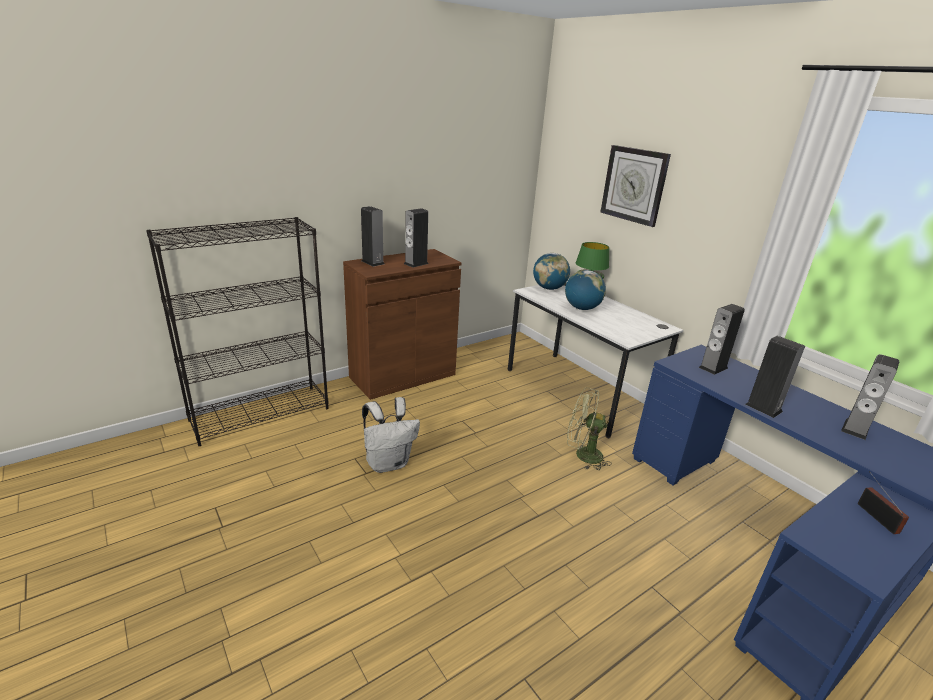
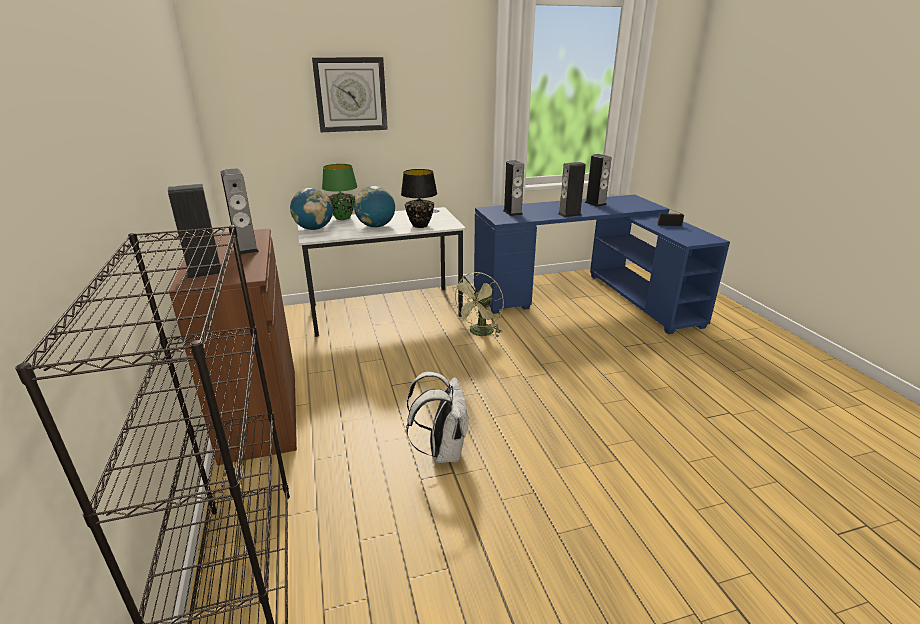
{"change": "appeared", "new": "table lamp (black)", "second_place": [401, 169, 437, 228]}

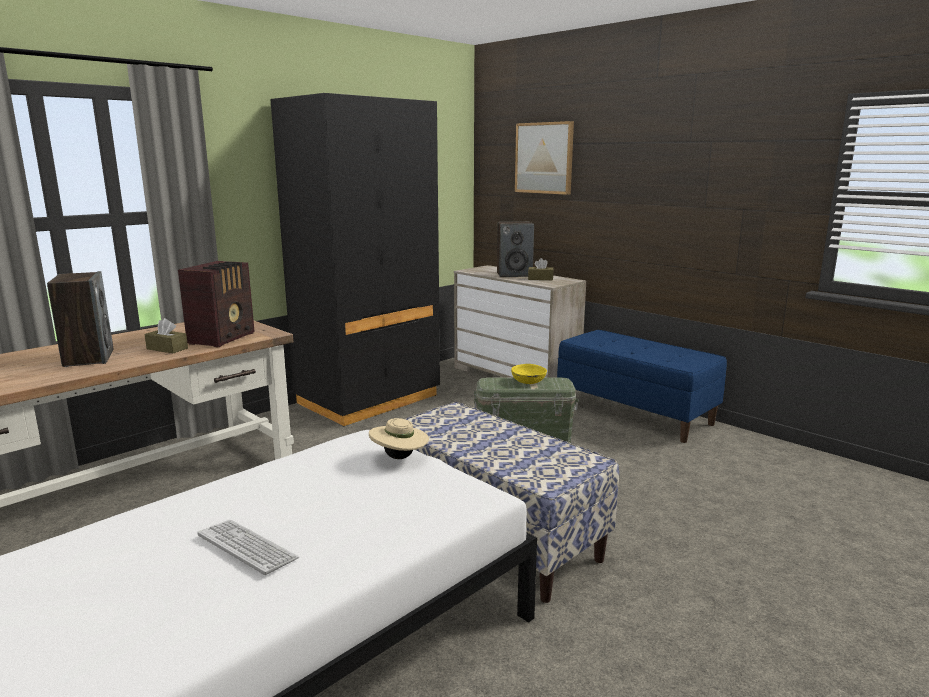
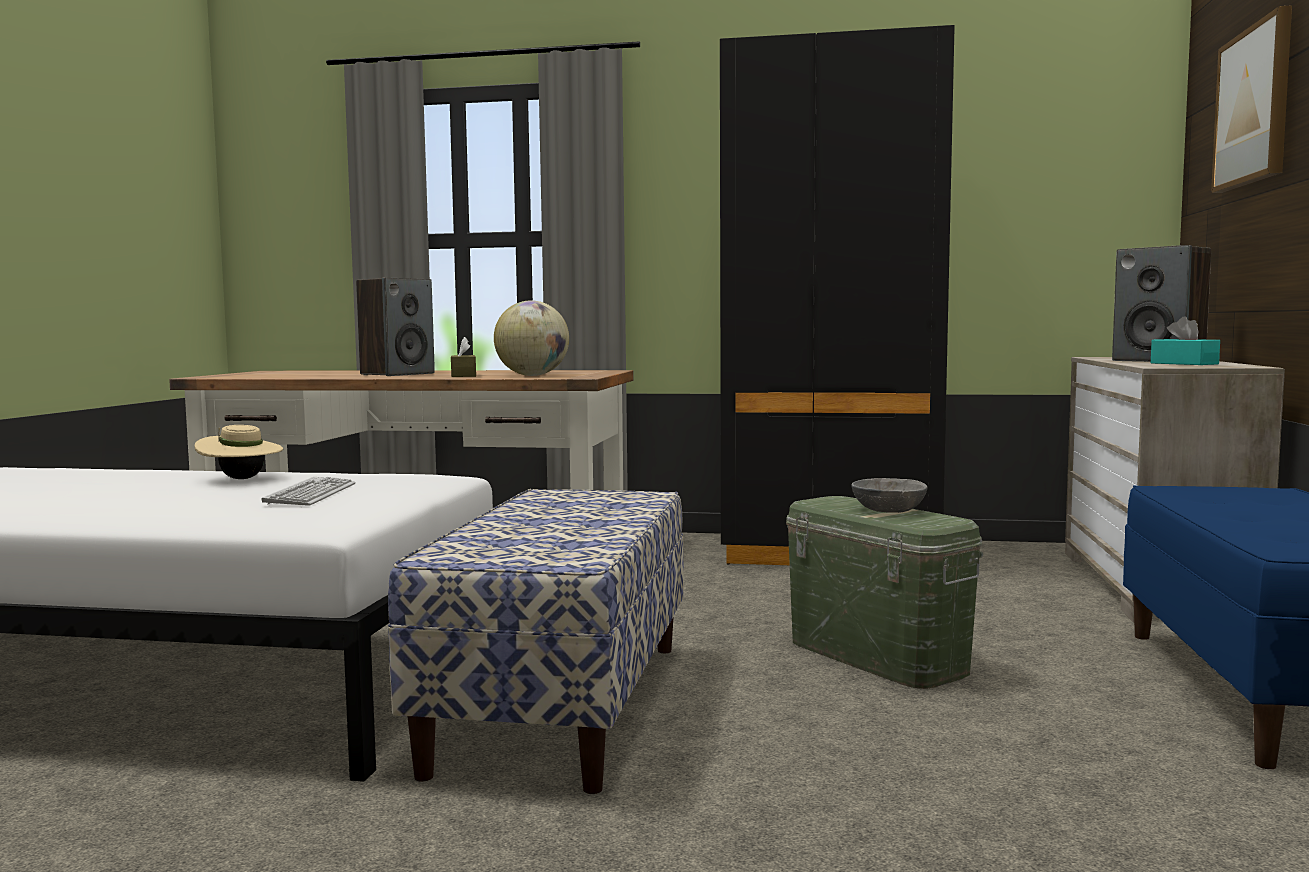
{"change": "relocated", "old": "hat (beige)", "first_place": [369, 418, 429, 459], "second_place": [195, 425, 283, 479]}
{"change": "relocated", "old": "keyboard", "first_place": [198, 520, 299, 575], "second_place": [262, 477, 356, 506]}
{"change": "exchanged", "old": "radio", "new": "globe", "first_place": [178, 261, 255, 347], "second_place": [494, 300, 569, 376]}
{"change": "colour", "old": "bowl (yellow)", "new": "bowl (grey)", "first_place": [511, 364, 547, 384], "second_place": [851, 478, 928, 513]}
{"change": "colour", "old": "tissue box (brown)", "new": "tissue box (turquoise)", "first_place": [528, 258, 554, 280], "second_place": [1151, 316, 1220, 365]}

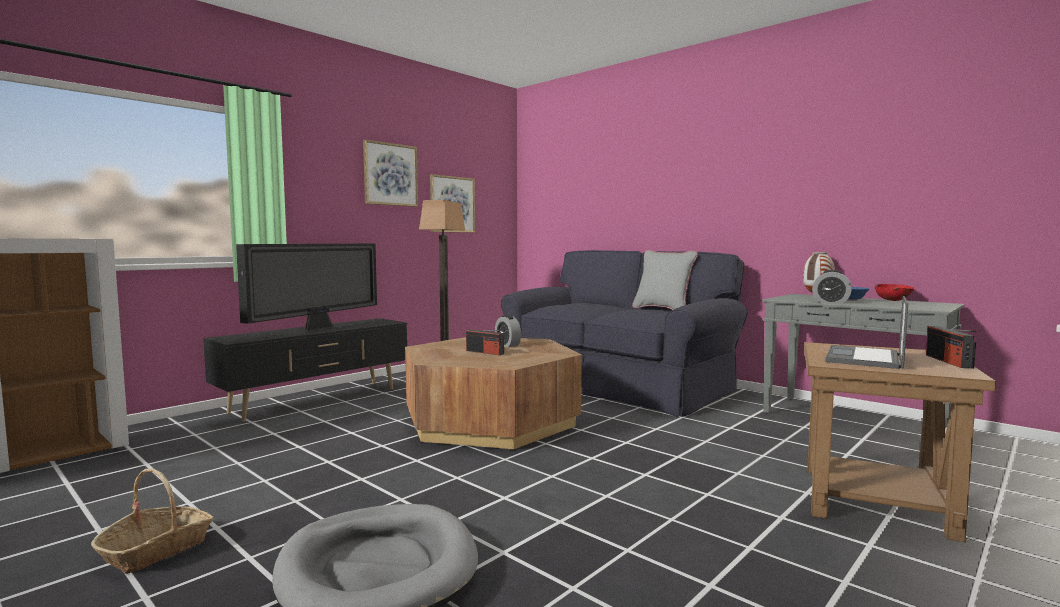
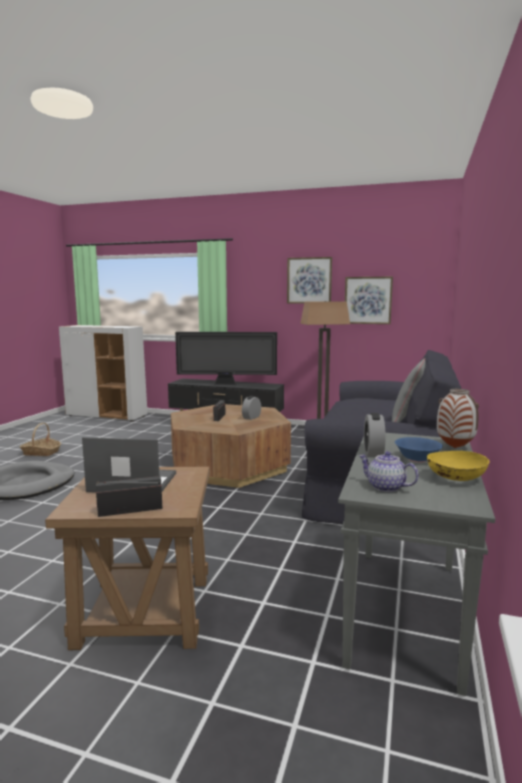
{"change": "appeared", "new": "teapot", "second_place": [358, 451, 419, 492]}
{"change": "colour", "old": "bowl (red)", "new": "bowl (yellow)", "first_place": [875, 284, 915, 301], "second_place": [427, 451, 490, 481]}

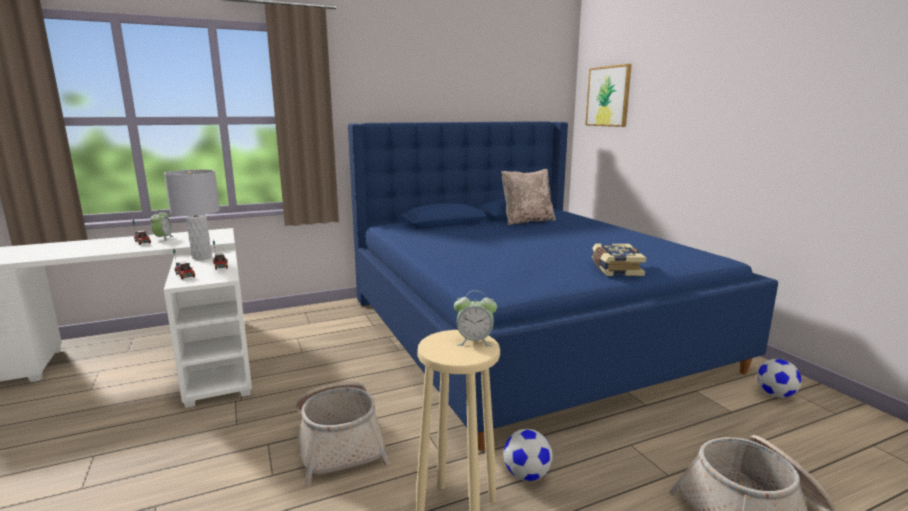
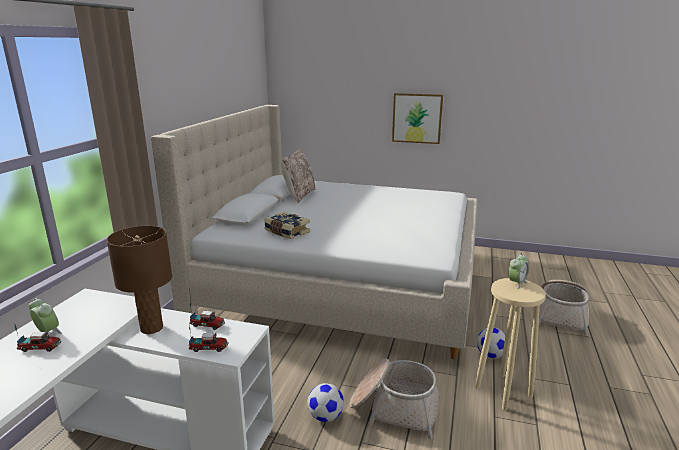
{"change": "colour", "old": "table lamp (grey)", "new": "table lamp (brown)", "first_place": [164, 170, 220, 260], "second_place": [107, 226, 172, 334]}
{"change": "colour", "old": "bed (blue)", "new": "bed (beige)", "first_place": [348, 121, 778, 451], "second_place": [151, 105, 478, 359]}
{"change": "relocated", "old": "book", "first_place": [592, 243, 646, 276], "second_place": [264, 212, 310, 239]}
{"change": "relocated", "old": "football", "first_place": [757, 359, 801, 398], "second_place": [307, 383, 344, 422]}
{"change": "relocated", "old": "picture", "first_place": [585, 64, 631, 127], "second_place": [392, 93, 443, 144]}

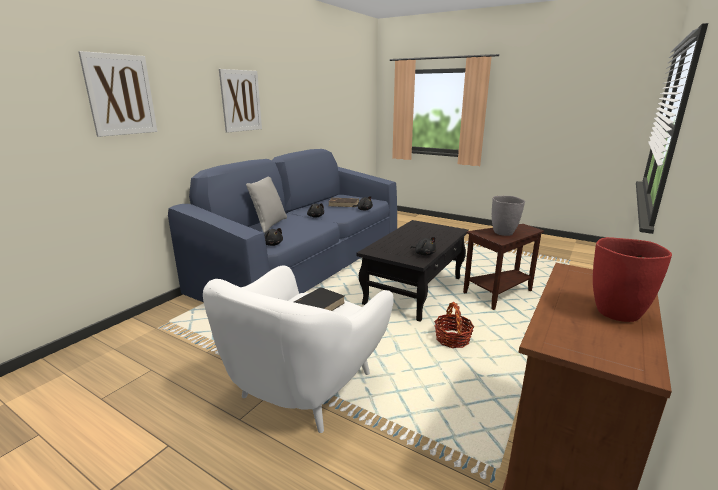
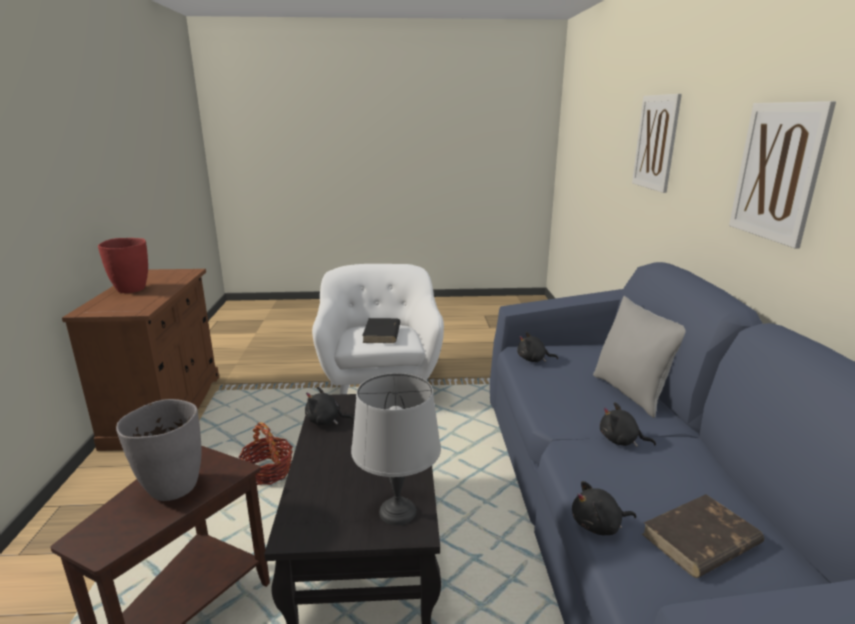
{"change": "appeared", "new": "table lamp (grey)", "second_place": [351, 373, 441, 525]}

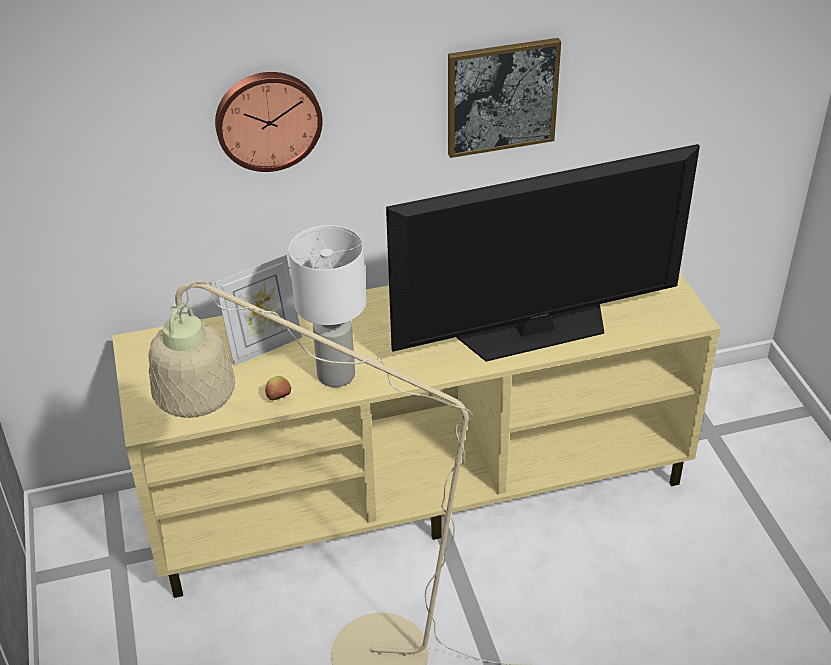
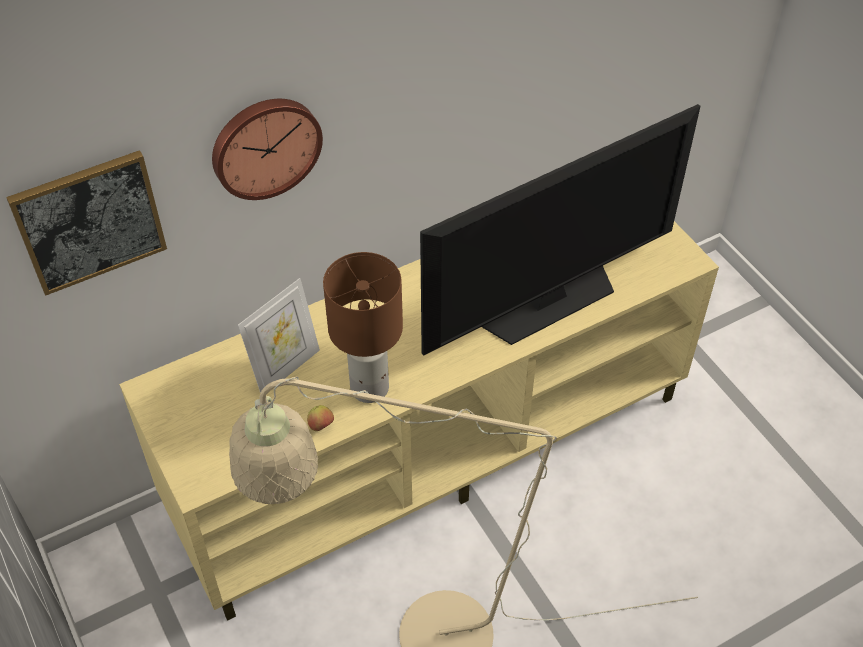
{"change": "relocated", "old": "picture", "first_place": [448, 38, 561, 158], "second_place": [6, 150, 167, 296]}
{"change": "colour", "old": "table lamp (white)", "new": "table lamp (brown)", "first_place": [288, 225, 366, 387], "second_place": [323, 252, 403, 403]}

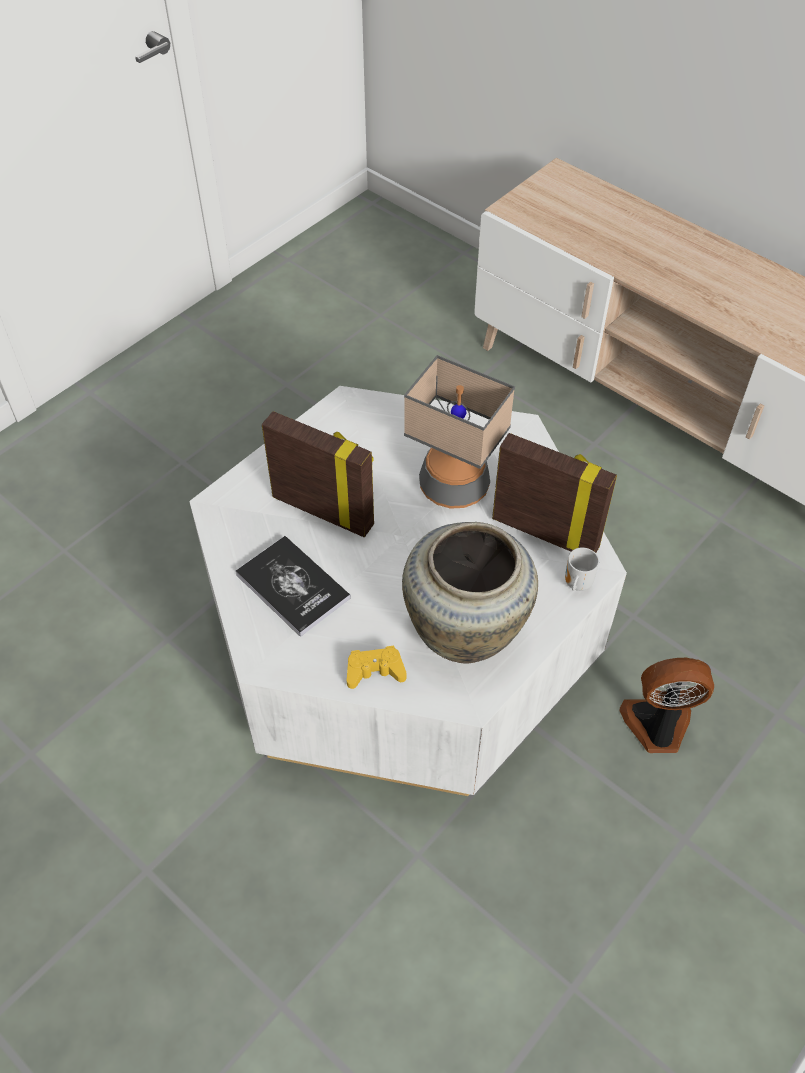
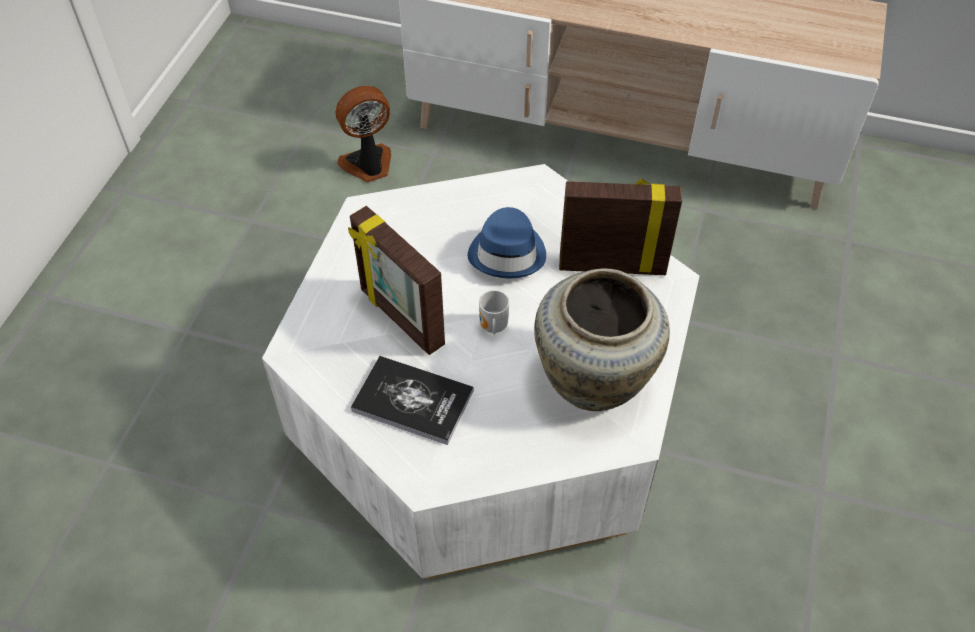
{"change": "relocated", "old": "fan", "first_place": [620, 658, 714, 753], "second_place": [335, 86, 391, 182]}
{"change": "spun", "old": "picture frame", "first_place": [262, 411, 374, 537], "second_place": [348, 206, 445, 355], "degrees": -135}
{"change": "exchanged", "old": "table lamp", "new": "hat (blue)", "first_place": [404, 355, 515, 509], "second_place": [468, 207, 546, 278]}
{"change": "relocated", "old": "mug", "first_place": [565, 547, 599, 591], "second_place": [479, 290, 509, 334]}
{"change": "missing", "old": "game controller (yellow)", "first_place": [347, 646, 407, 689]}

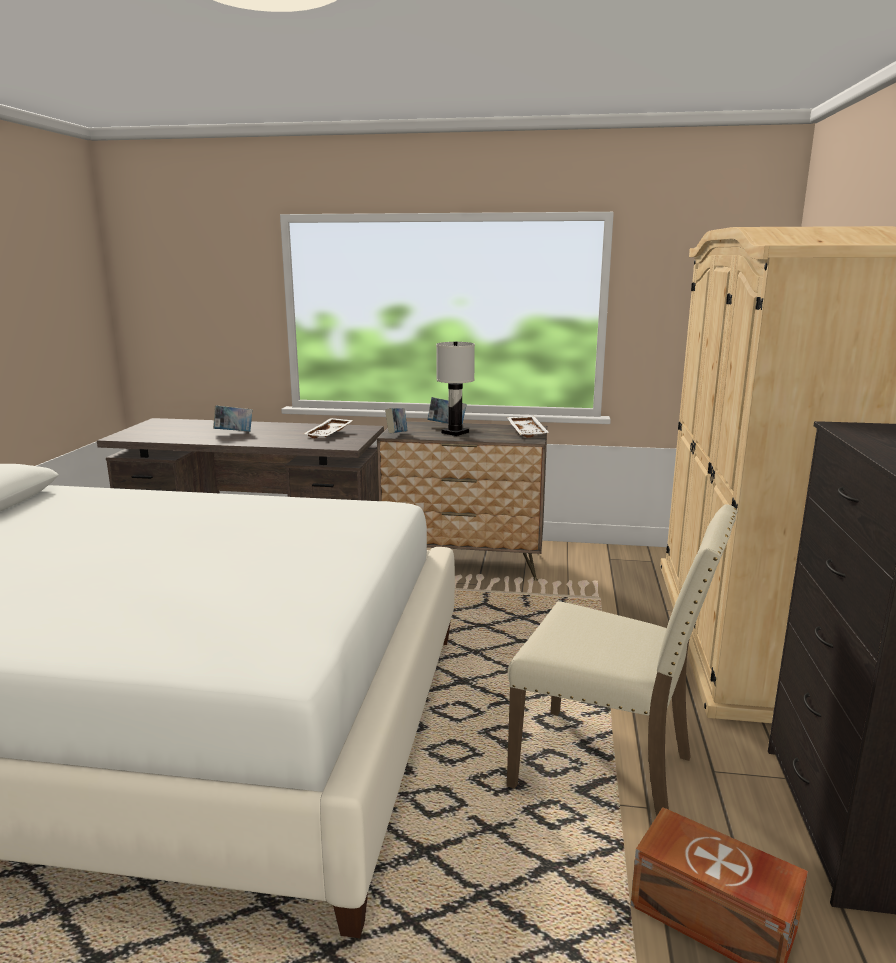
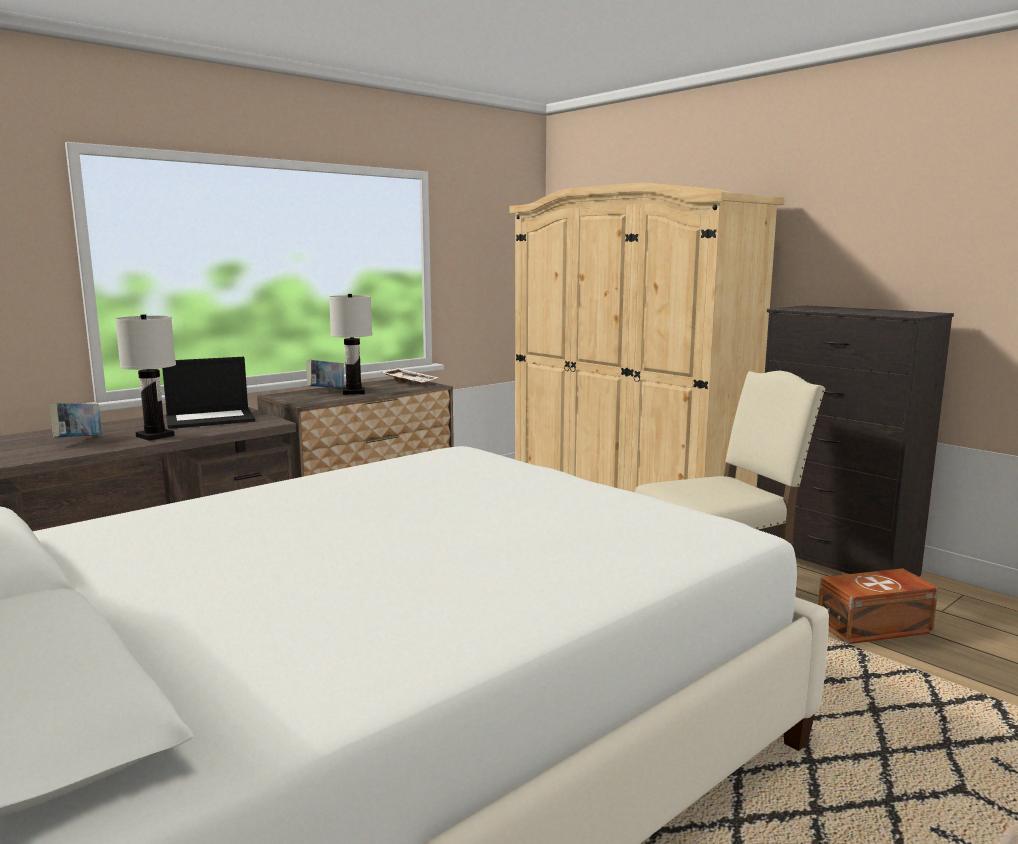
{"change": "appeared", "new": "table lamp (white)", "second_place": [115, 314, 176, 441]}
{"change": "exchanged", "old": "tray (white)", "new": "laptop", "first_place": [304, 418, 353, 438], "second_place": [162, 357, 255, 429]}
{"change": "missing", "old": "book", "first_place": [385, 408, 407, 434]}

